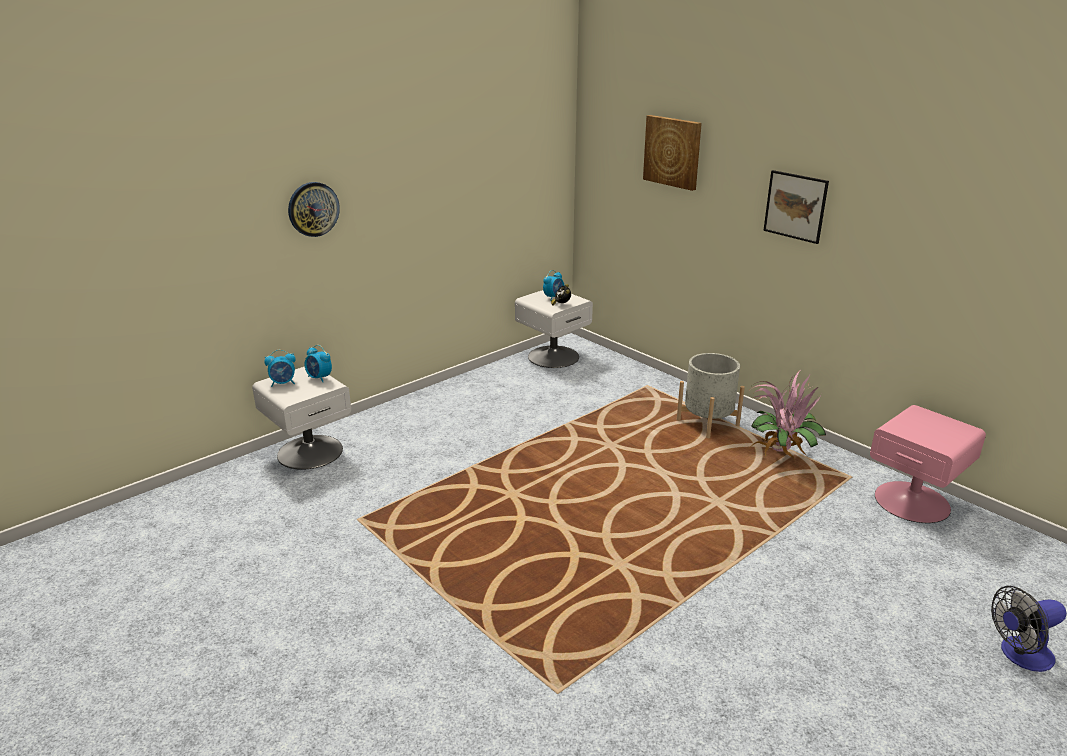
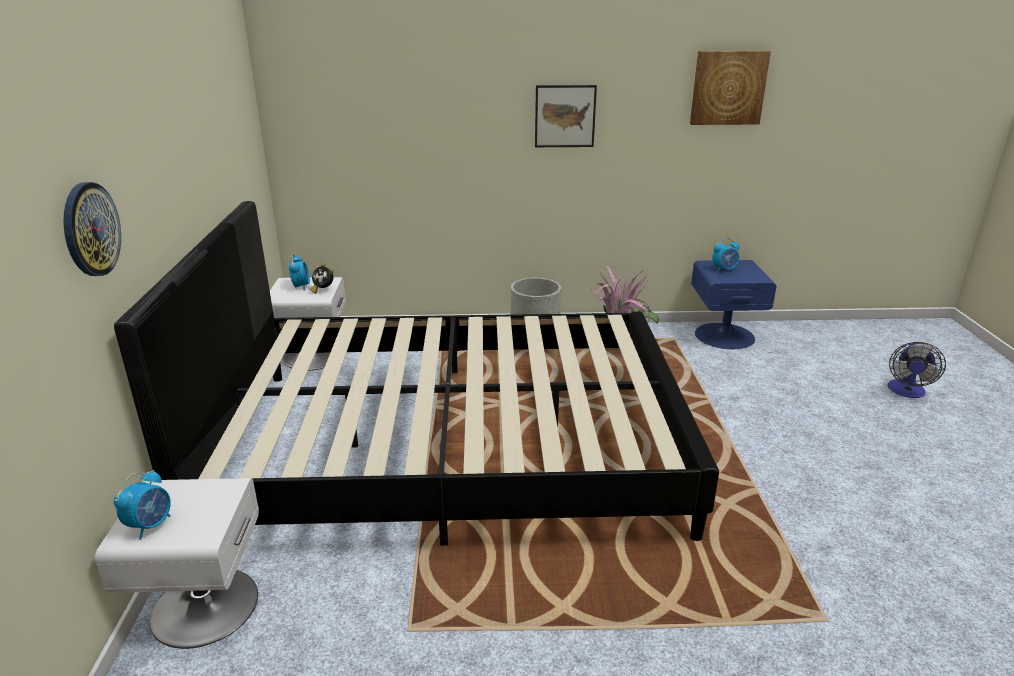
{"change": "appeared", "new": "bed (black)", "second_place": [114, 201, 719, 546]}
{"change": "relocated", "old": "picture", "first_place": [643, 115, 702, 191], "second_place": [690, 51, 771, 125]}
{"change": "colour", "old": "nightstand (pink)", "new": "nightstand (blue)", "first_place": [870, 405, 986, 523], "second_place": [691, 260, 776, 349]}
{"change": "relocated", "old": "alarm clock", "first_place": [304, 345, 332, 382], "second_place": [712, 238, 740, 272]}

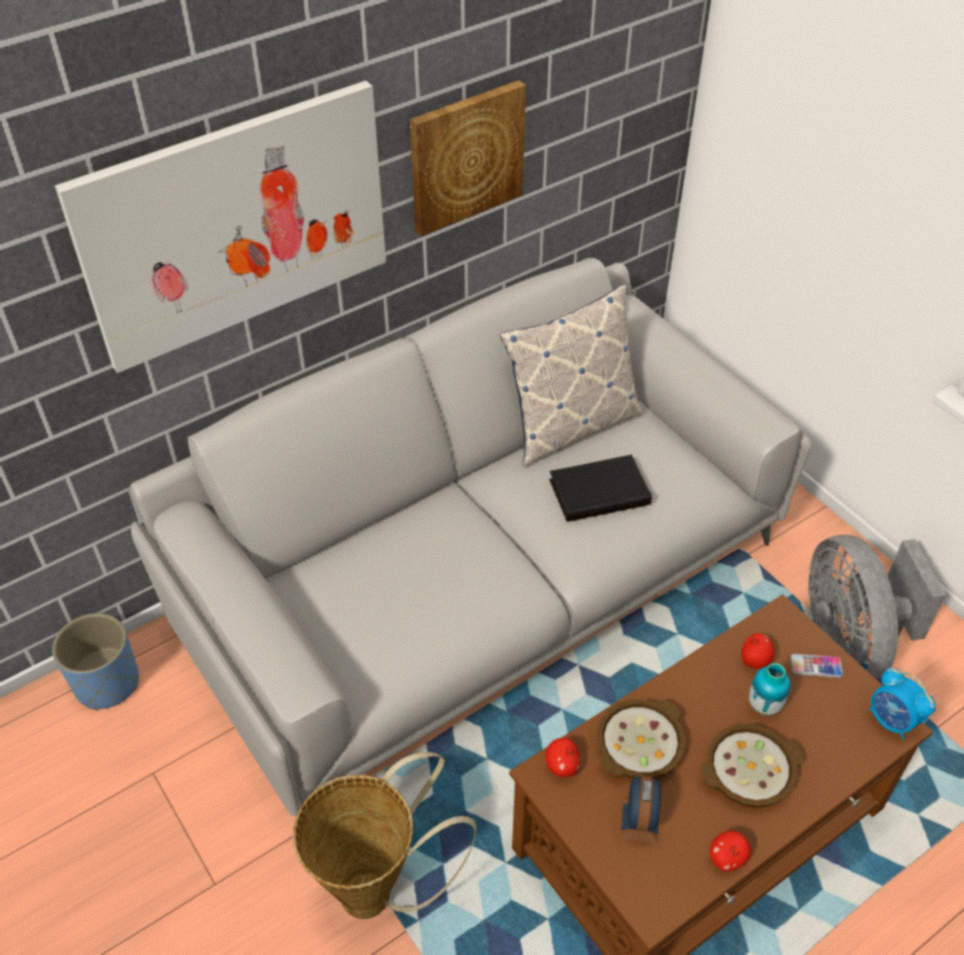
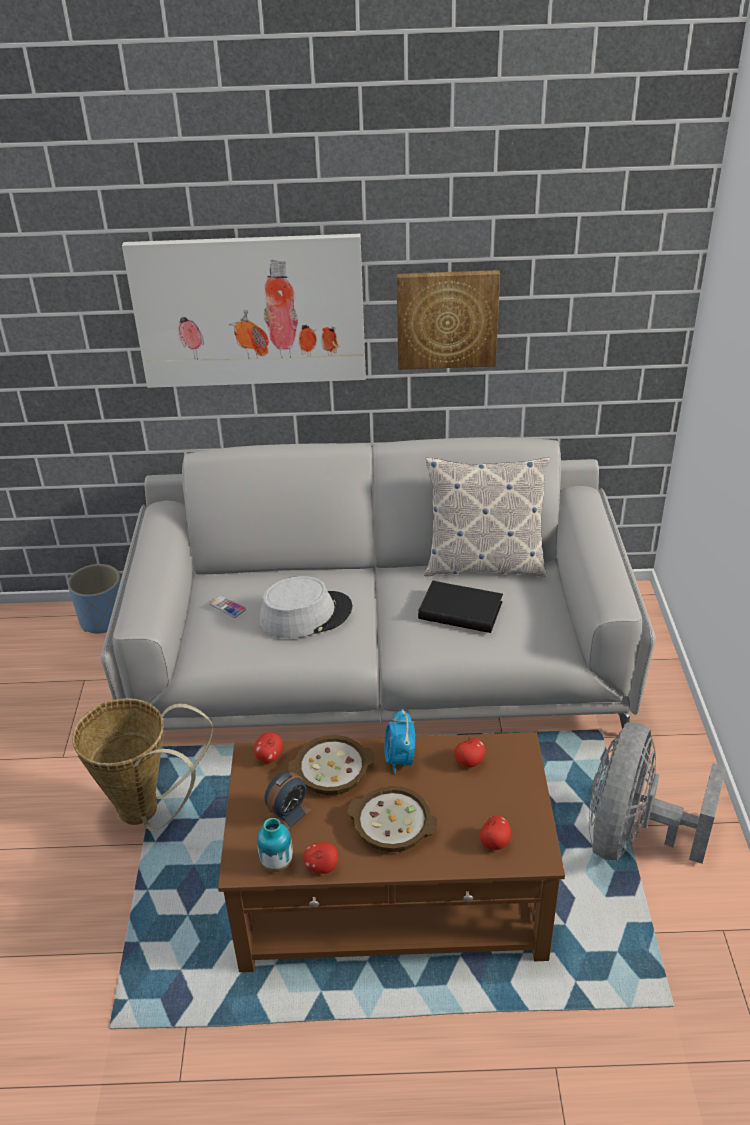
{"change": "relocated", "old": "phone", "first_place": [791, 654, 843, 678], "second_place": [210, 595, 246, 618]}
{"change": "relocated", "old": "vase", "first_place": [749, 663, 790, 717], "second_place": [257, 818, 293, 872]}
{"change": "appeared", "new": "hat (grey)", "second_place": [260, 576, 352, 638]}
{"change": "relocated", "old": "alarm clock", "first_place": [868, 667, 936, 740], "second_place": [384, 709, 415, 774]}
{"change": "appeared", "new": "apple", "second_place": [480, 816, 511, 850]}

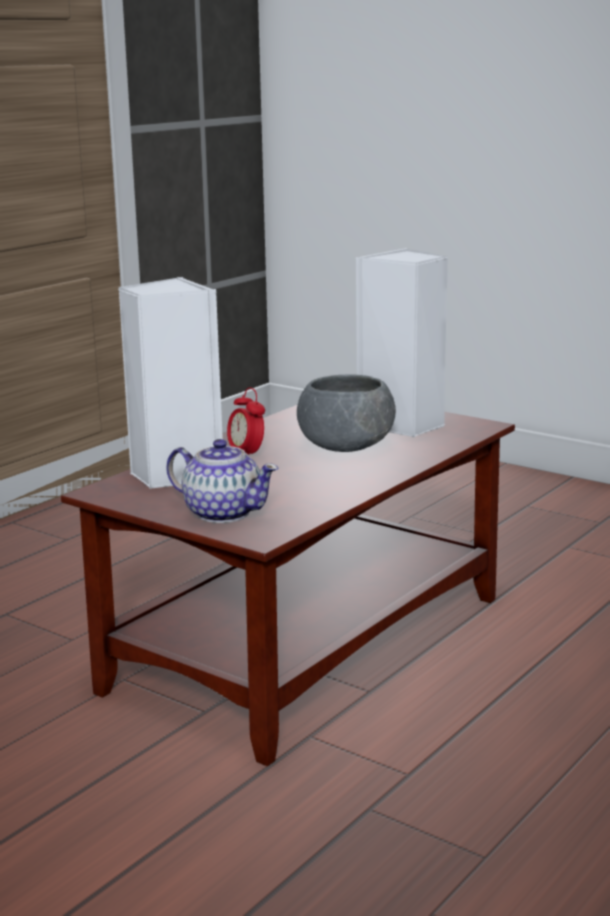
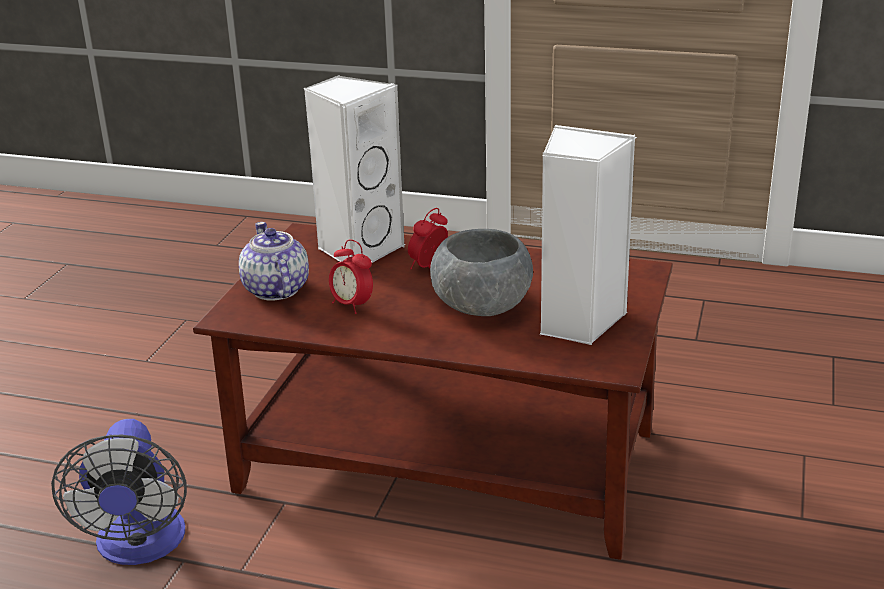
{"change": "appeared", "new": "fan", "second_place": [51, 419, 187, 565]}
{"change": "spun", "old": "teapot", "first_place": [166, 439, 278, 523], "second_place": [239, 222, 309, 301], "degrees": 150}
{"change": "appeared", "new": "alarm clock", "second_place": [329, 239, 373, 314]}

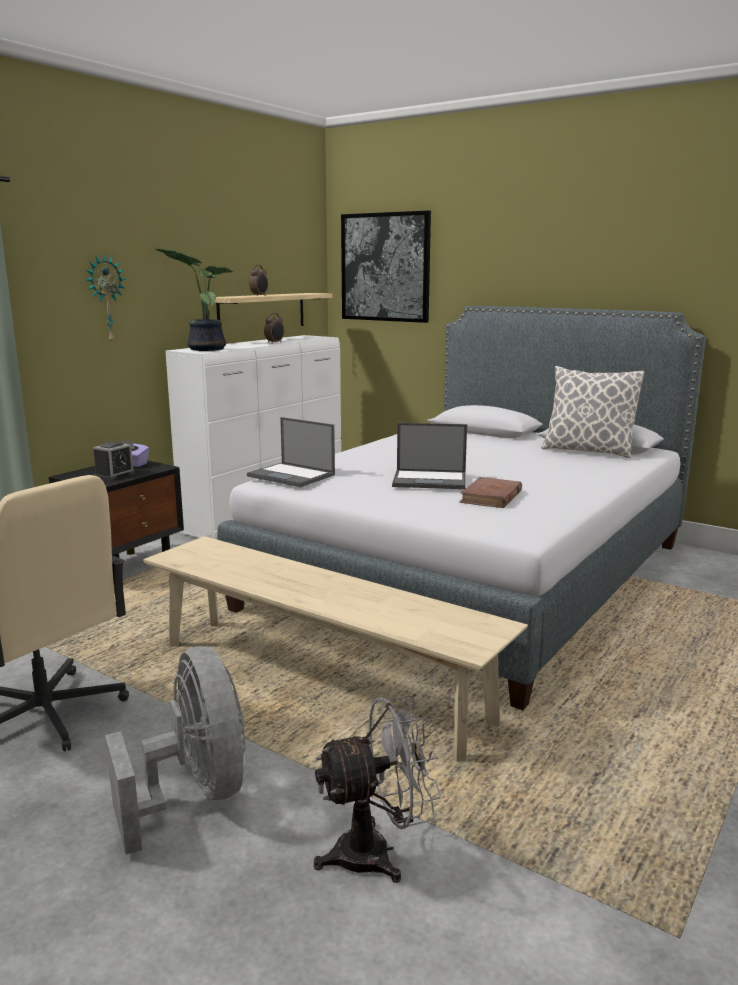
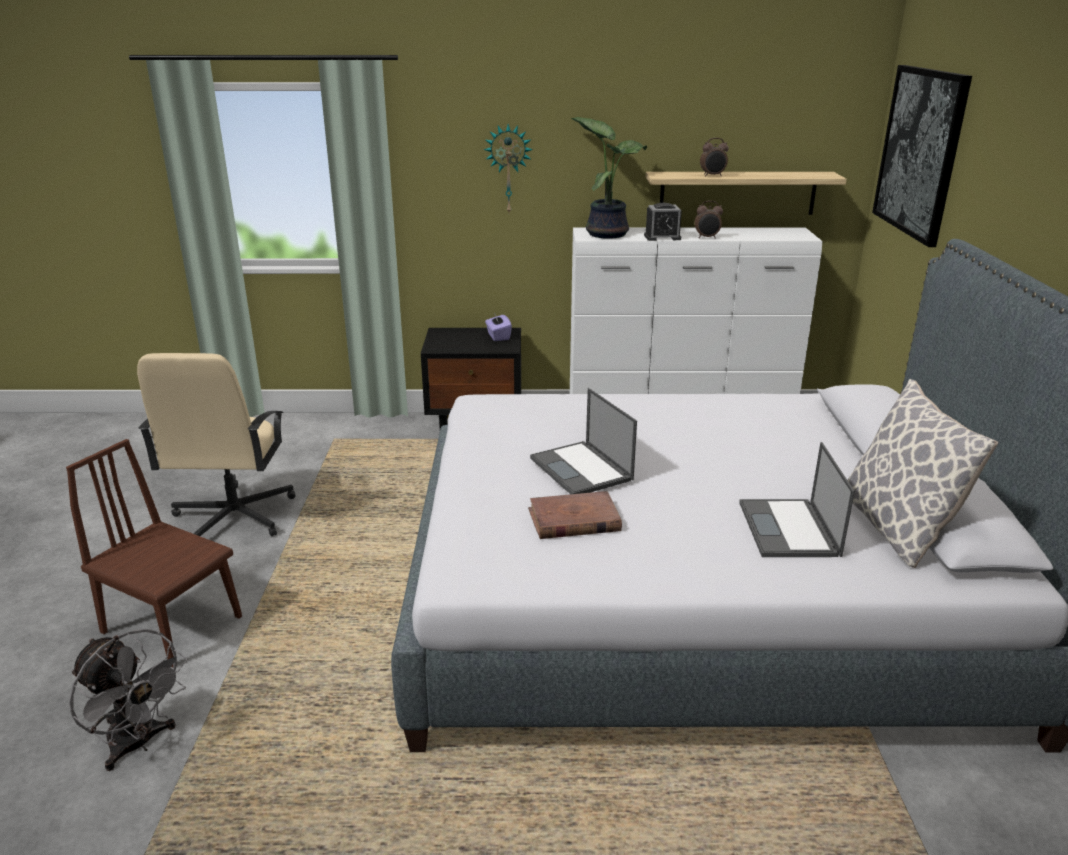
{"change": "exchanged", "old": "fan (grey)", "new": "chair (brown)", "first_place": [105, 646, 246, 855], "second_place": [66, 439, 242, 668]}
{"change": "relocated", "old": "alarm clock", "first_place": [93, 442, 135, 480], "second_place": [644, 203, 682, 241]}
{"change": "relocated", "old": "laptop", "first_place": [247, 417, 335, 487], "second_place": [739, 442, 855, 557]}
{"change": "missing", "old": "bench (beige)", "first_place": [143, 536, 528, 762]}

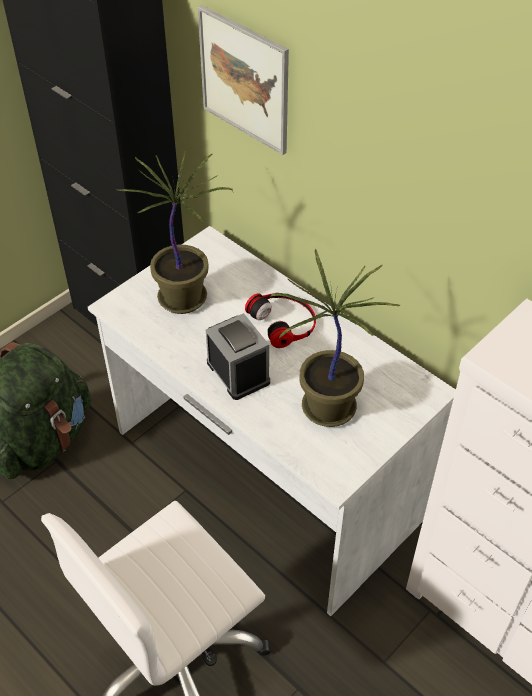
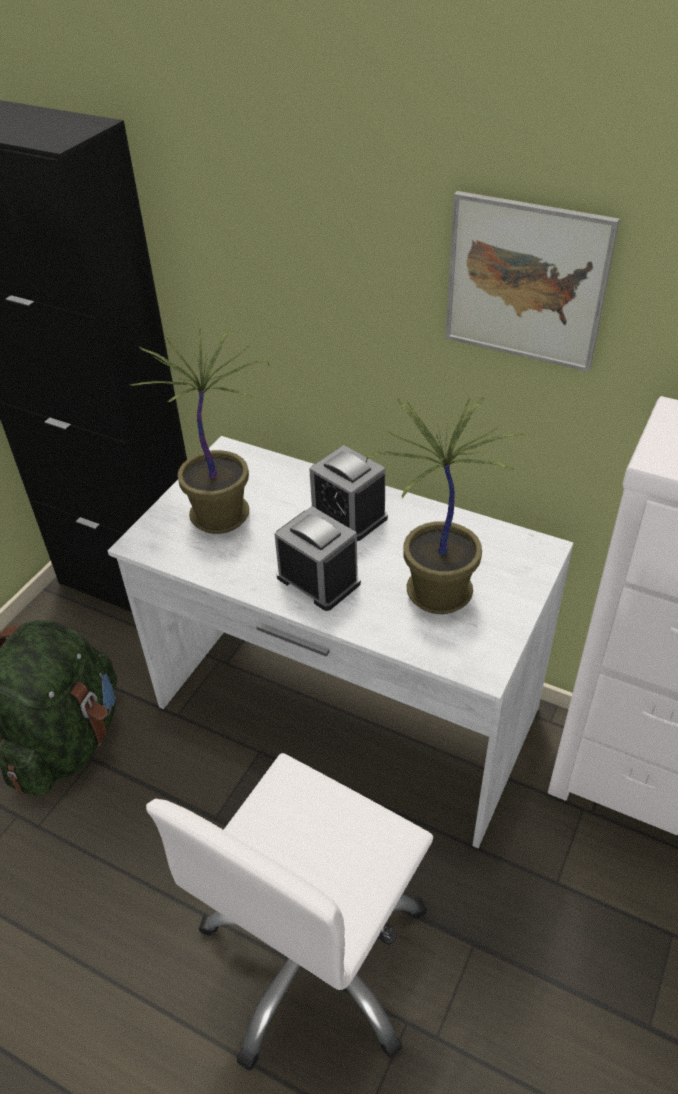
{"change": "exchanged", "old": "headphones", "new": "alarm clock", "first_place": [245, 293, 316, 348], "second_place": [309, 445, 388, 541]}
{"change": "relocated", "old": "picture", "first_place": [198, 5, 289, 155], "second_place": [445, 191, 620, 372]}

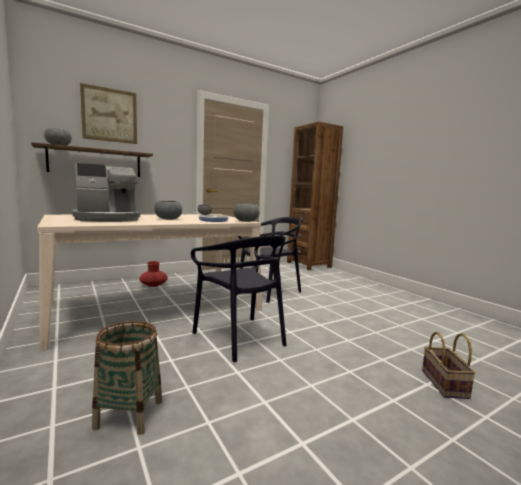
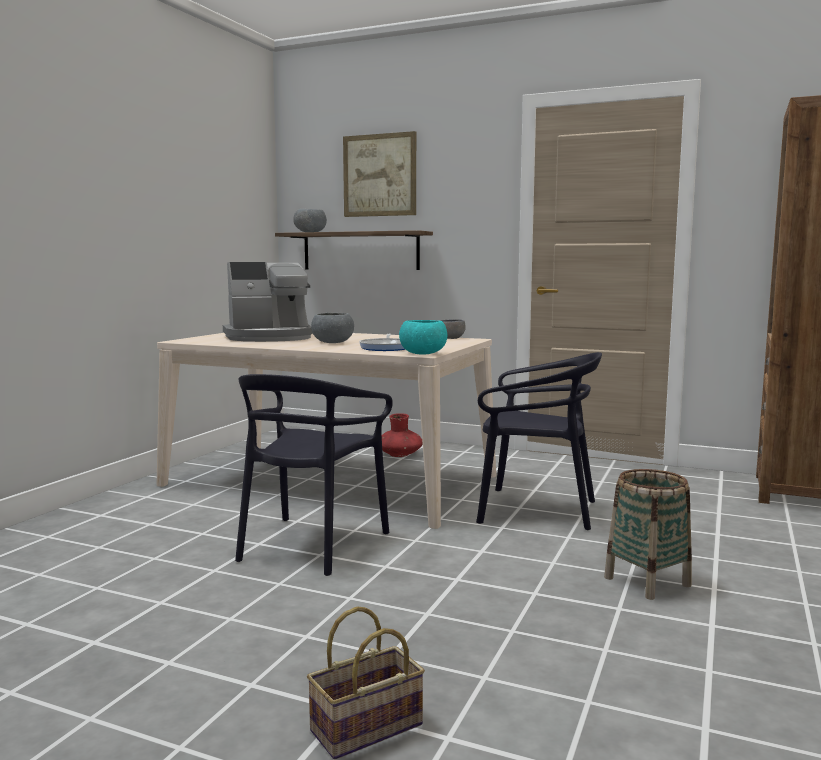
{"change": "spun", "old": "coffee machine", "first_place": [72, 163, 140, 222], "second_place": [223, 262, 313, 342], "degrees": -45}
{"change": "colour", "old": "bowl (grey)", "new": "bowl (turquoise)", "first_place": [234, 204, 260, 222], "second_place": [399, 320, 448, 355]}
{"change": "relocated", "old": "basket", "first_place": [92, 321, 162, 435], "second_place": [604, 469, 692, 600]}

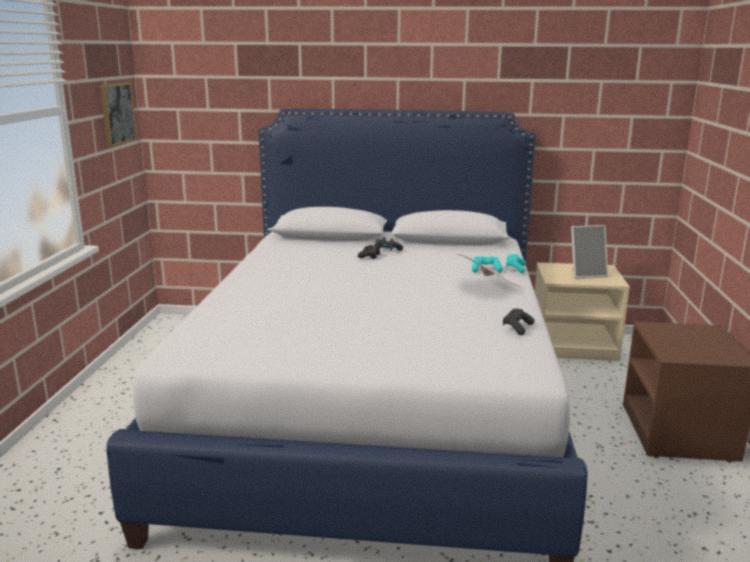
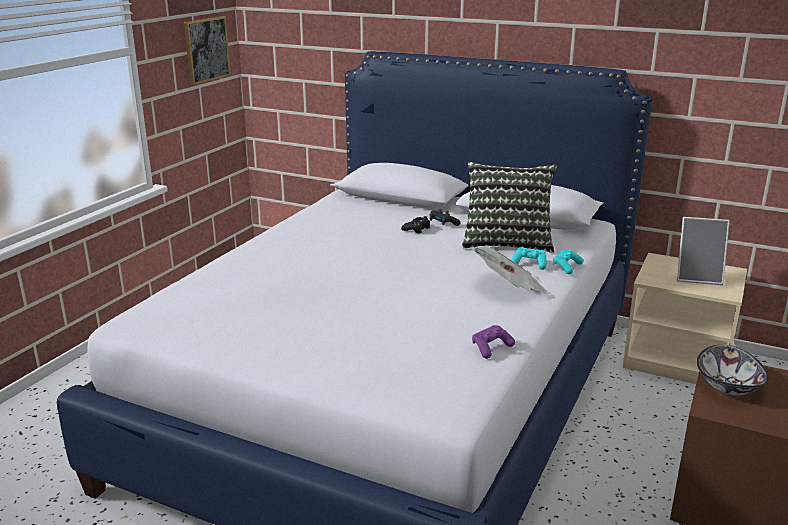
{"change": "appeared", "new": "pillow", "second_place": [462, 162, 557, 253]}
{"change": "colour", "old": "game controller (black)", "new": "game controller (purple)", "first_place": [503, 308, 535, 335], "second_place": [472, 325, 515, 359]}
{"change": "appeared", "new": "bowl", "second_place": [697, 345, 769, 395]}

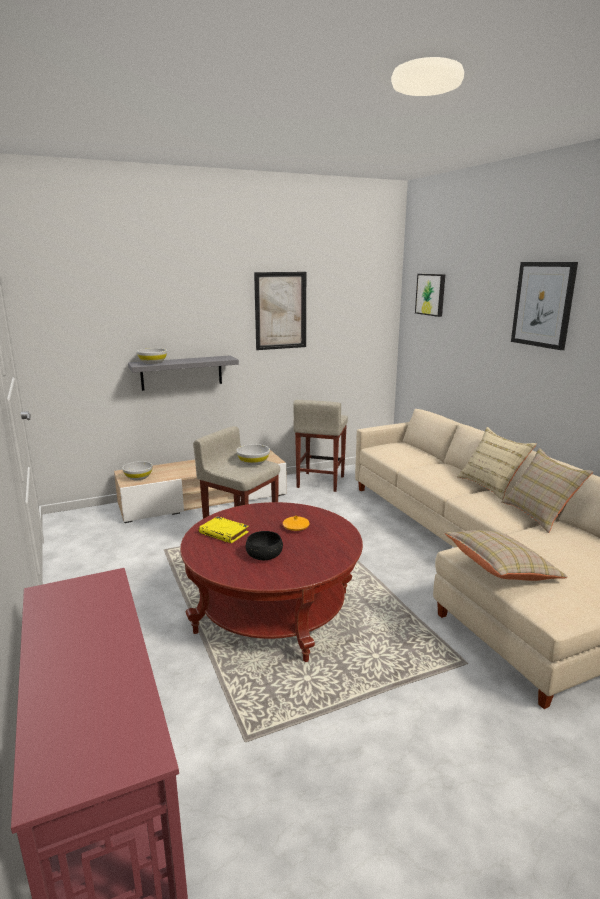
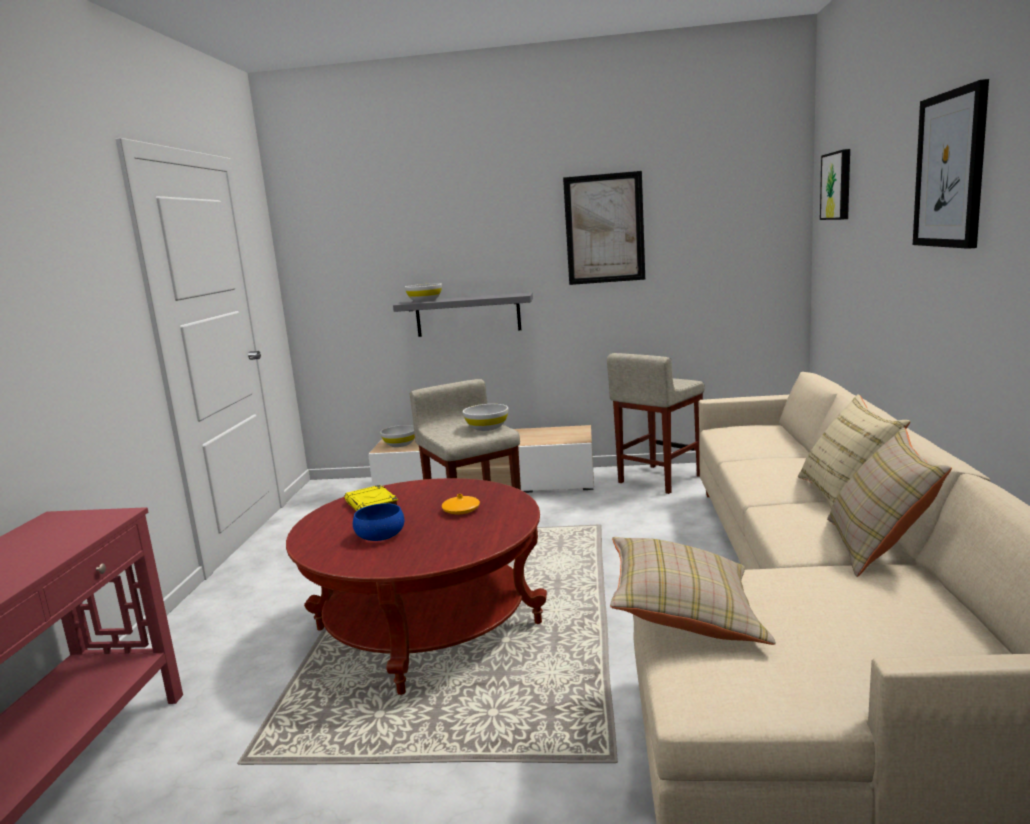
{"change": "colour", "old": "bowl (black)", "new": "bowl (blue)", "first_place": [246, 531, 283, 560], "second_place": [353, 503, 404, 541]}

